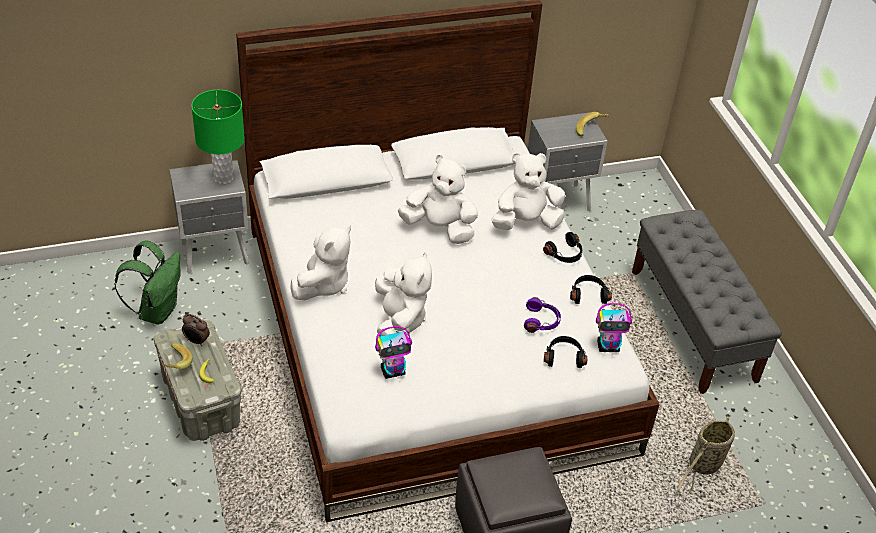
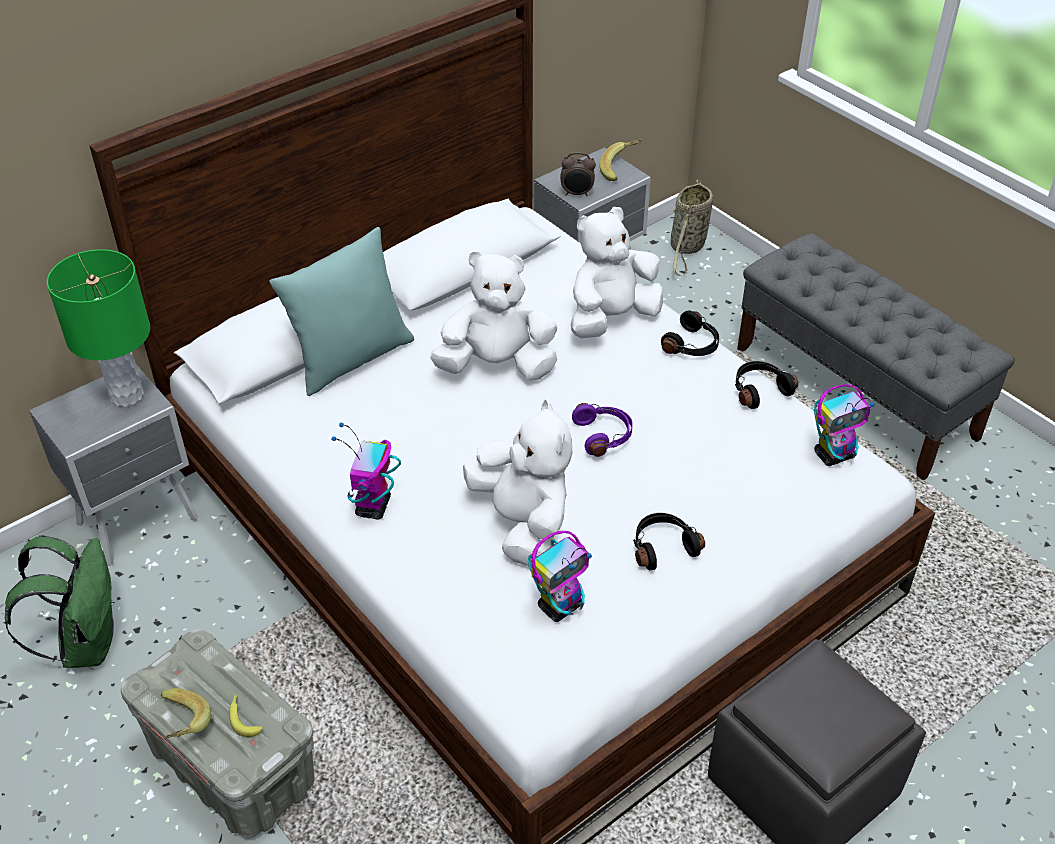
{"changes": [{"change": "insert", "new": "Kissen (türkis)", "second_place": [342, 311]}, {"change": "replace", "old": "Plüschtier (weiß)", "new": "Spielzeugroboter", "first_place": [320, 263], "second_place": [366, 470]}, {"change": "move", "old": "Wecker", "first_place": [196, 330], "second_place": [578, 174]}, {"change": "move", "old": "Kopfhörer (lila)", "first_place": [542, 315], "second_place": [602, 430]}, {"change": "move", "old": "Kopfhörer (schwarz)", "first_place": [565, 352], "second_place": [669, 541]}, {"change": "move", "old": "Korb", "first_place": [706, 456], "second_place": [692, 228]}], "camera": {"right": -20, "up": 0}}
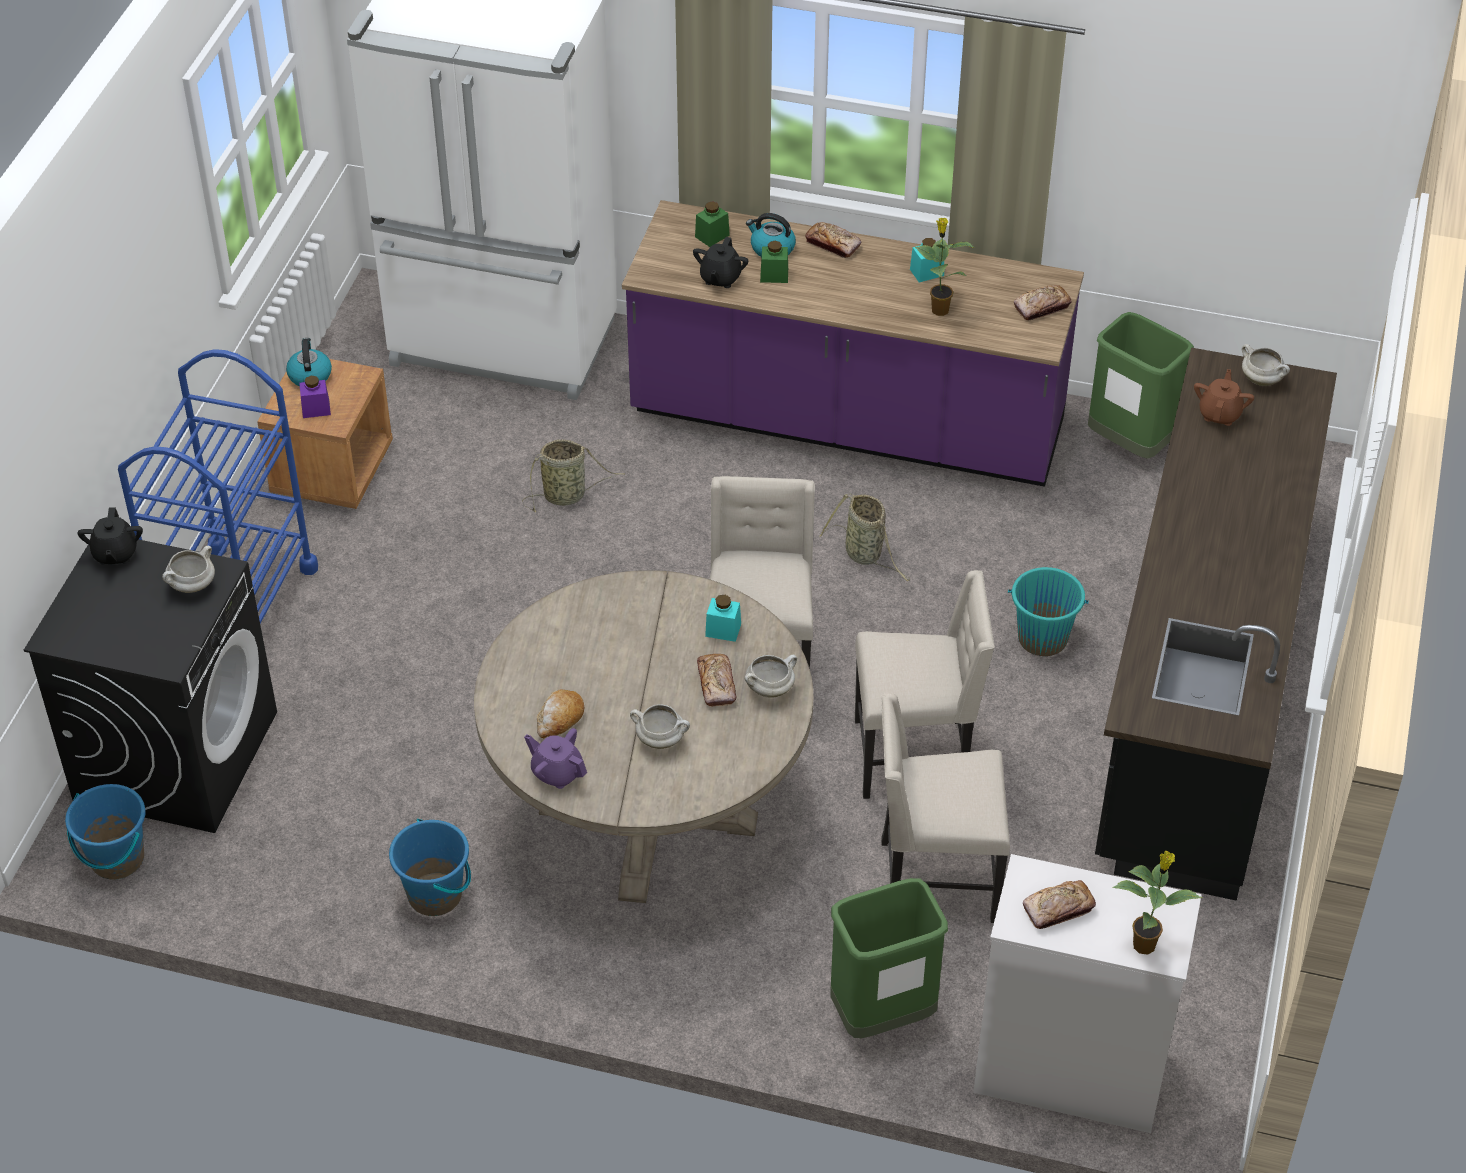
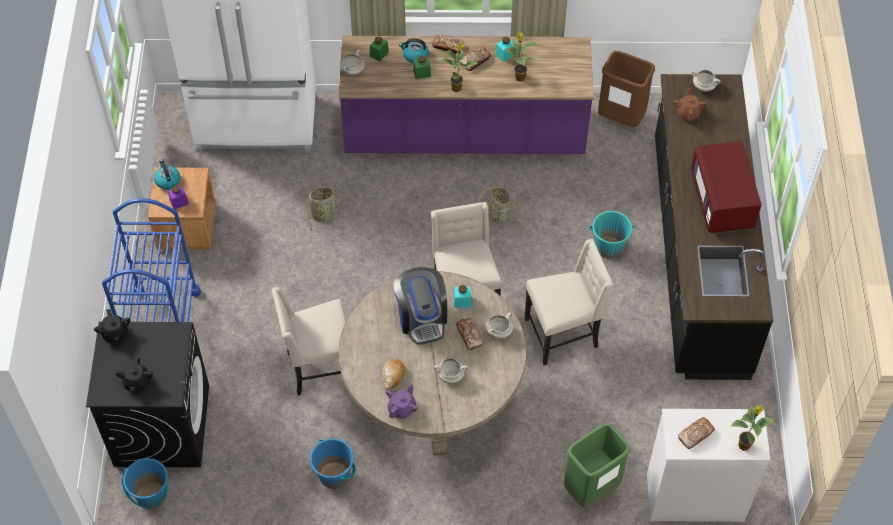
{"changes": [{"change": "move", "old": "Teekanne (schwarz)", "first_place": [720, 262], "second_place": [134, 374]}, {"change": "move", "old": "Stuhl (beige)", "first_place": [945, 808], "second_place": [309, 341]}, {"change": "move", "old": "Kochtopf (weiß)", "first_place": [188, 569], "second_place": [352, 62]}, {"change": "rotate", "old": "Teekanne (lila)", "first_place": [555, 758], "second_place": [402, 401], "degrees": 105}, {"change": "insert", "new": "Kaffeemaschine", "second_place": [420, 306]}, {"change": "insert", "new": "Topfpflanze", "second_place": [459, 67]}, {"change": "move", "old": "Brot", "first_place": [1042, 303], "second_place": [475, 58]}, {"change": "recolor", "old": "Mülleimer (grün)", "new": "Mülleimer (braun)", "first_place": [1141, 385], "second_place": [626, 89]}, {"change": "insert", "new": "Mikrowelle (rot)", "second_place": [726, 187]}], "camera": {"right": -15, "up": 10}}
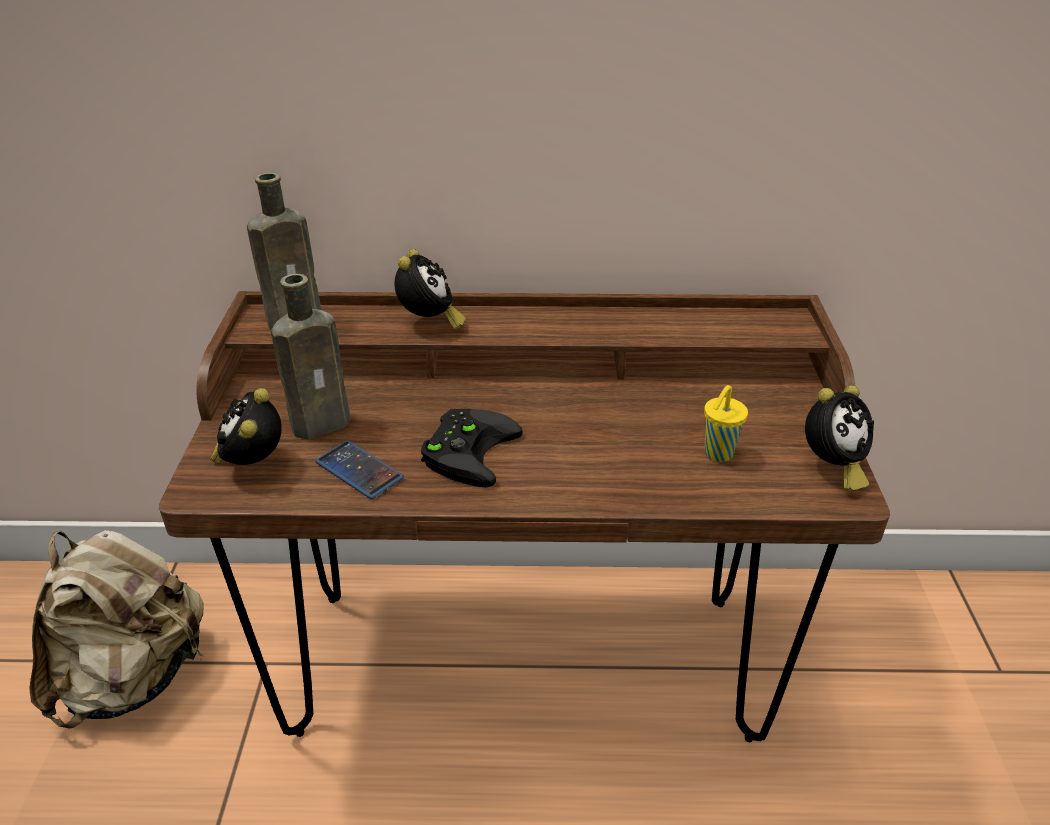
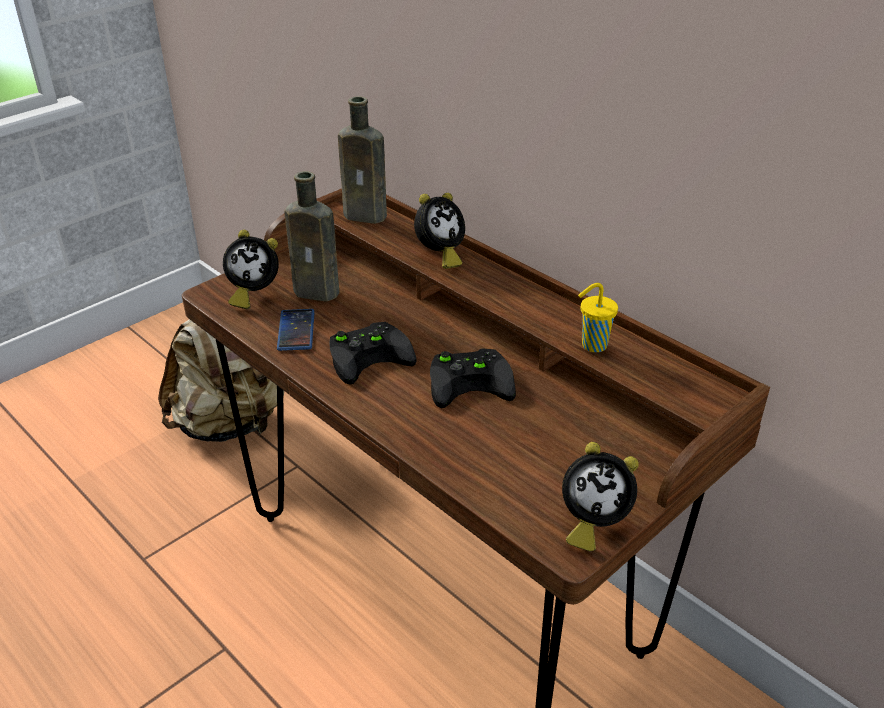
{"changes": [{"change": "rotate", "old": "Wecker", "first_place": [246, 426], "second_place": [251, 269], "degrees": -135}, {"change": "insert", "new": "Gamepad (schwarz)", "second_place": [473, 378]}, {"change": "move", "old": "Tasse (gelb)", "first_place": [726, 423], "second_place": [598, 317]}], "camera": {"right": 45, "up": 0}}
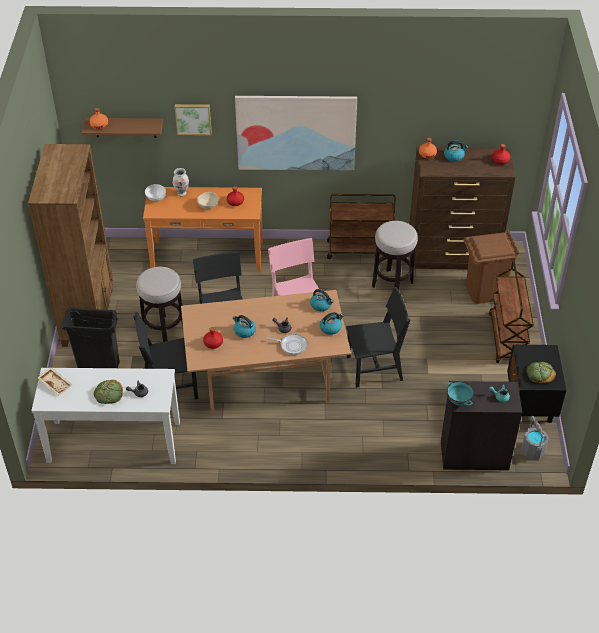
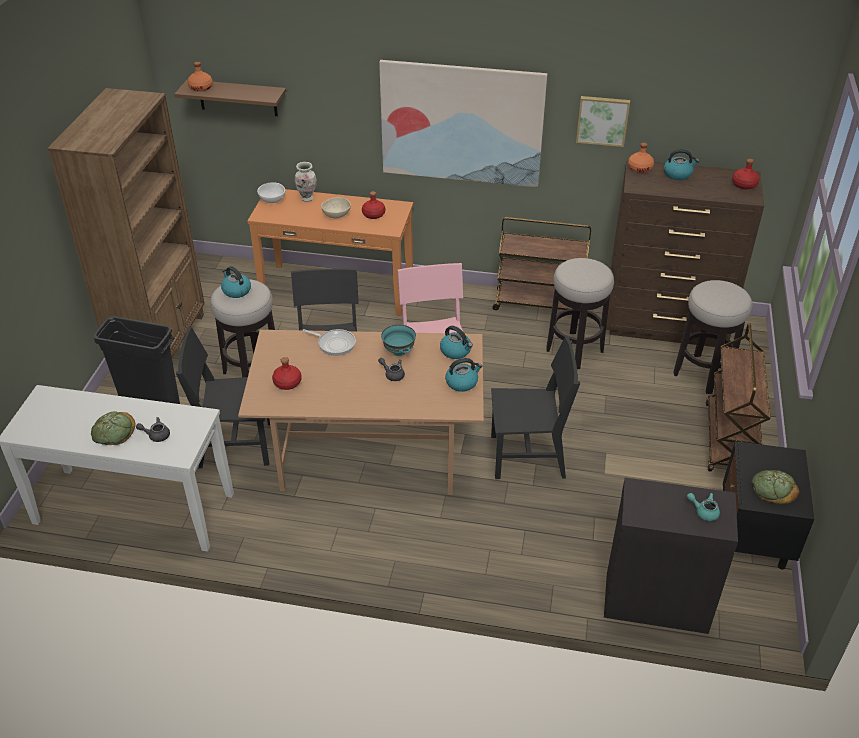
{"changes": [{"change": "move", "old": "Wasserkessel", "first_place": [244, 326], "second_place": [236, 282]}, {"change": "move", "old": "Pfanne", "first_place": [287, 344], "second_place": [329, 342]}, {"change": "move", "old": "Schüssel (türkis)", "first_place": [460, 394], "second_place": [398, 340]}, {"change": "move", "old": "Bild", "first_place": [193, 119], "second_place": [603, 121]}, {"change": "replace", "old": "Mülleimer (braun)", "new": "Hocker", "first_place": [491, 267], "second_place": [712, 337]}, {"change": "delete", "old": "Tablett (beige)", "first_place": [55, 381]}, {"change": "delete", "old": "Eimer (grau)", "first_place": [535, 438]}], "camera": {"right": 10, "up": -5}}
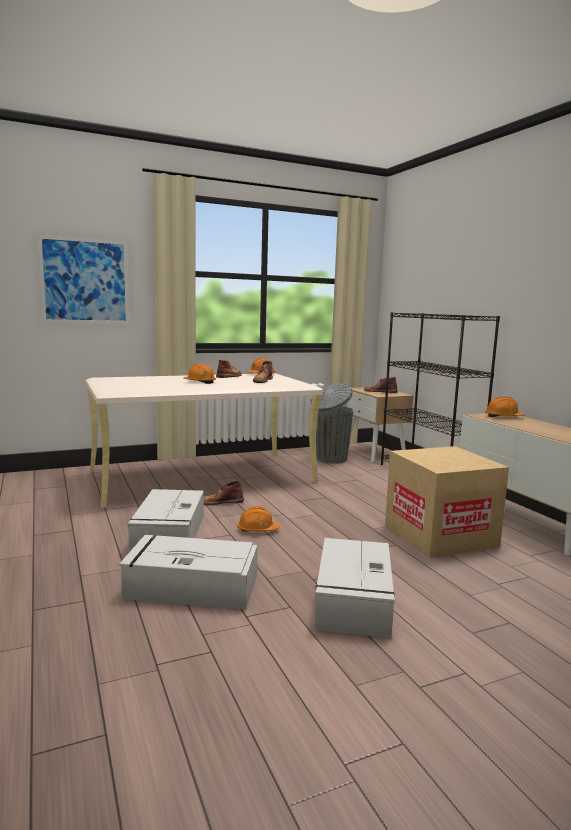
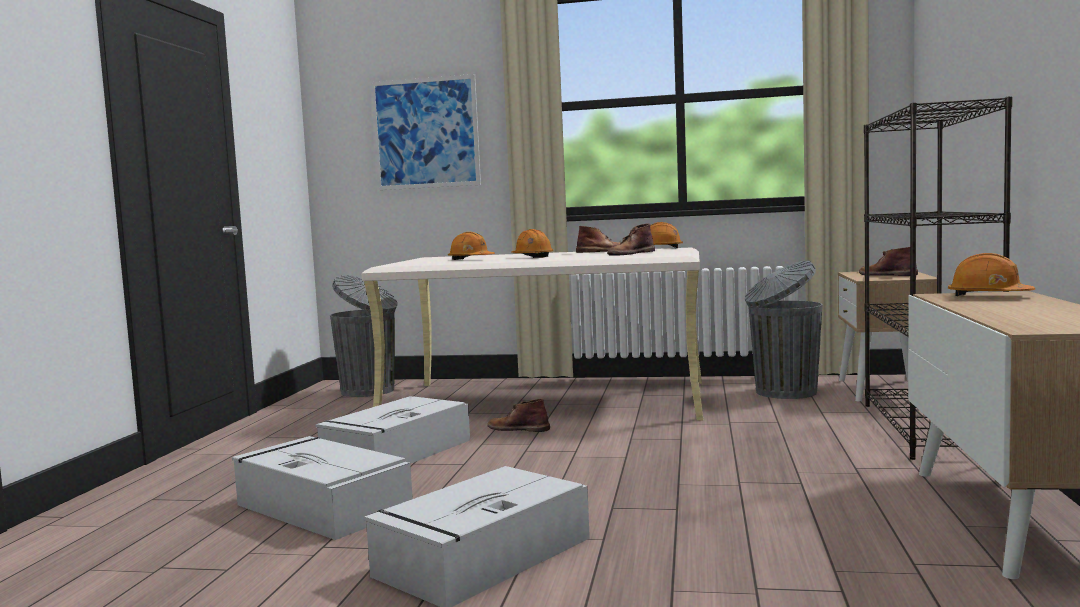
{"changes": [{"change": "insert", "new": "Mülleimer (grau)", "second_place": [364, 336]}, {"change": "move", "old": "Schutzhelm (orange)", "first_place": [258, 519], "second_place": [471, 246]}, {"change": "delete", "old": "Karton", "first_place": [447, 502]}], "camera": {"right": 35, "up": -5}}
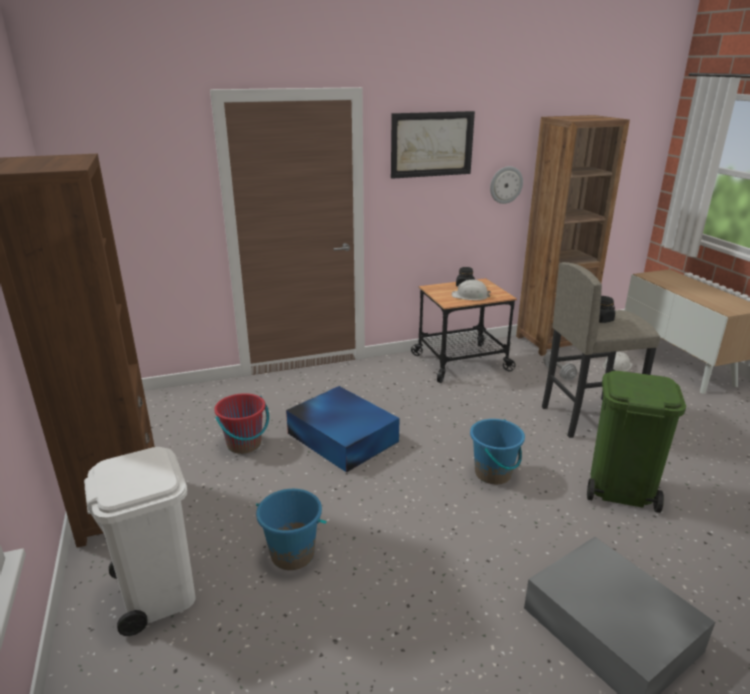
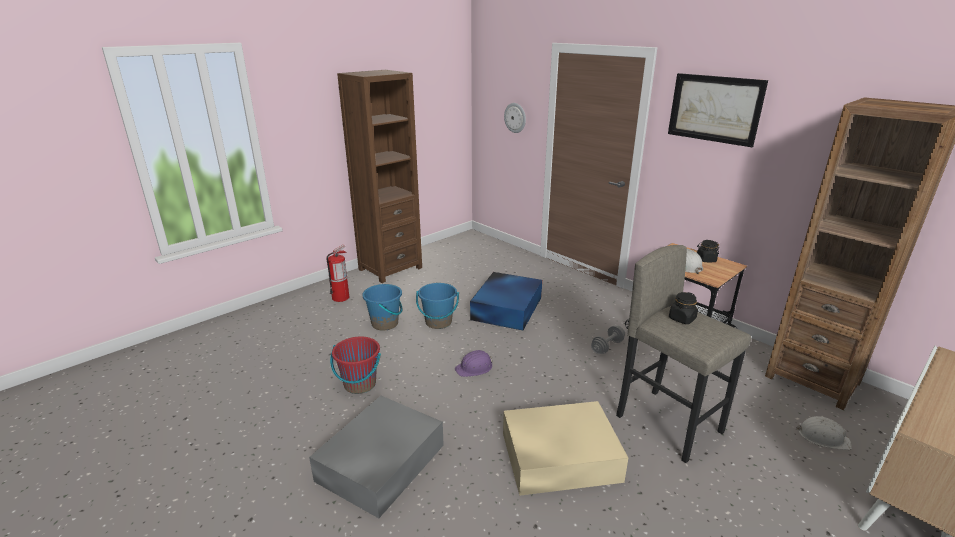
{"changes": [{"change": "replace", "old": "Mülleimer (weiß)", "new": "Feuerlöscher", "first_place": [140, 541], "second_place": [337, 273]}, {"change": "move", "old": "Eimer (rot)", "first_place": [241, 423], "second_place": [355, 365]}, {"change": "move", "old": "Eimer (blau)", "first_place": [497, 451], "second_place": [437, 306]}, {"change": "insert", "new": "Schutzhelm (lila)", "second_place": [474, 363]}, {"change": "replace", "old": "Mülleimer (grün)", "new": "Aufbewahrungsbox (beige)", "first_place": [636, 442], "second_place": [565, 448]}, {"change": "move", "old": "Wanduhr", "first_place": [506, 185], "second_place": [515, 118]}, {"change": "move", "old": "Hantel (grau)", "first_place": [560, 366], "second_place": [608, 340]}], "camera": {"right": 65, "up": 0}}
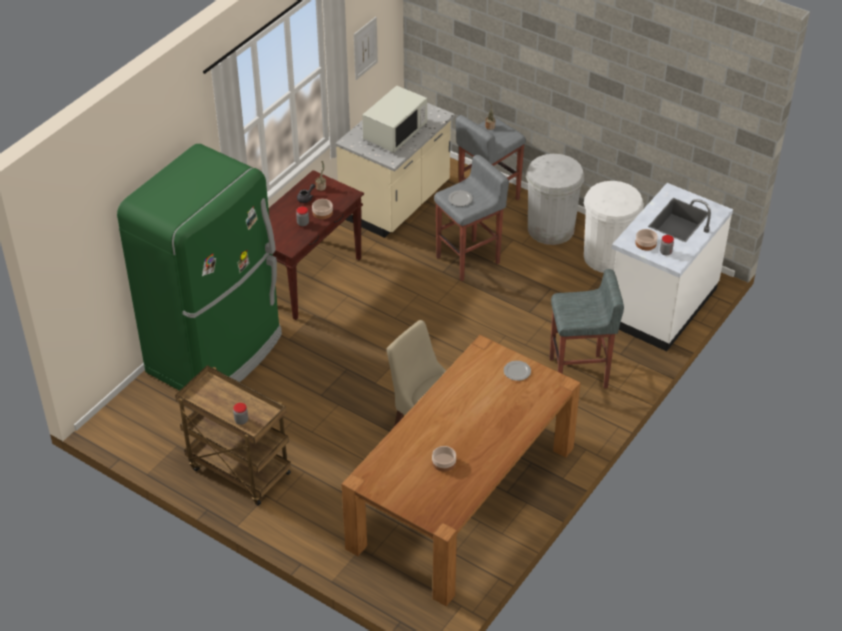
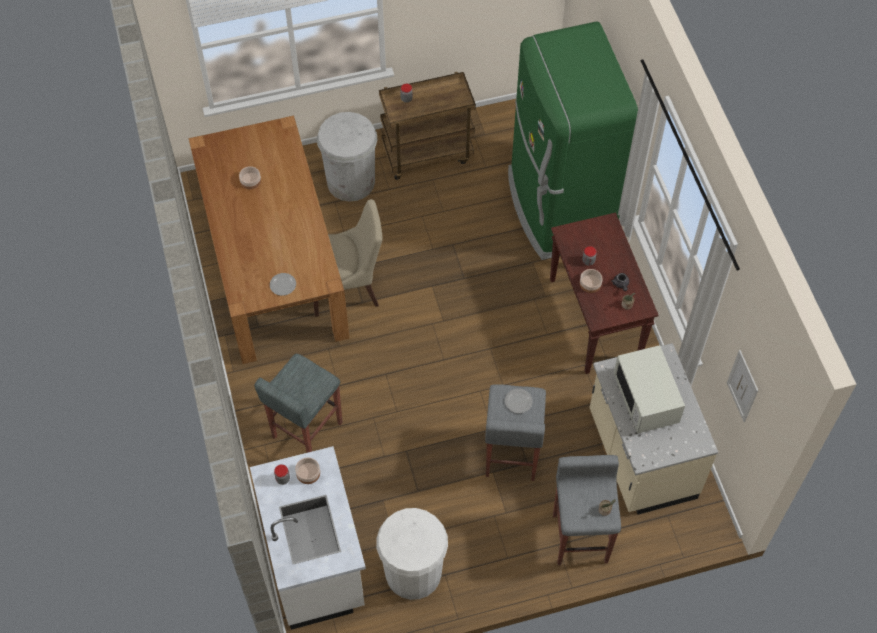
{"changes": [{"change": "move", "old": "Mülleimer (weiß)", "first_place": [555, 199], "second_place": [347, 157]}], "camera": {"right": 130, "up": 15}}
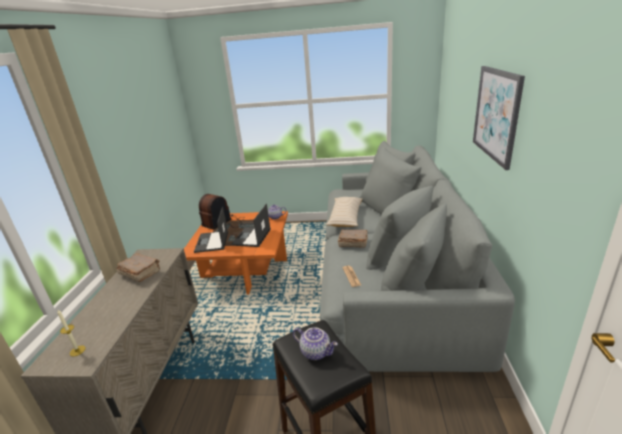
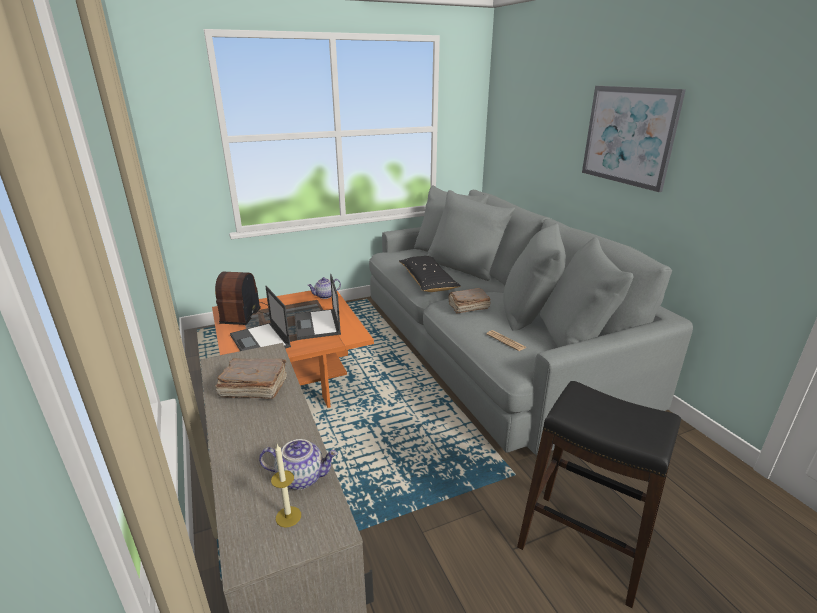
{"changes": [{"change": "move", "old": "Teekanne", "first_place": [315, 343], "second_place": [298, 464]}, {"change": "recolor", "old": "Kissen (beige)", "new": "Kissen (schwarz)", "first_place": [344, 212], "second_place": [430, 274]}], "camera": {"right": -30, "up": 0}}
